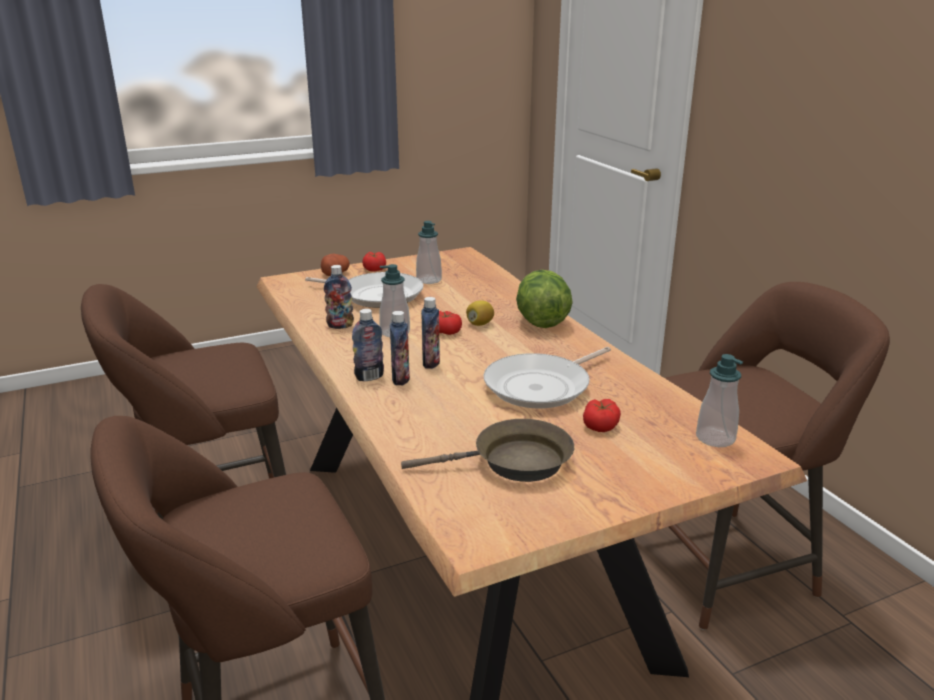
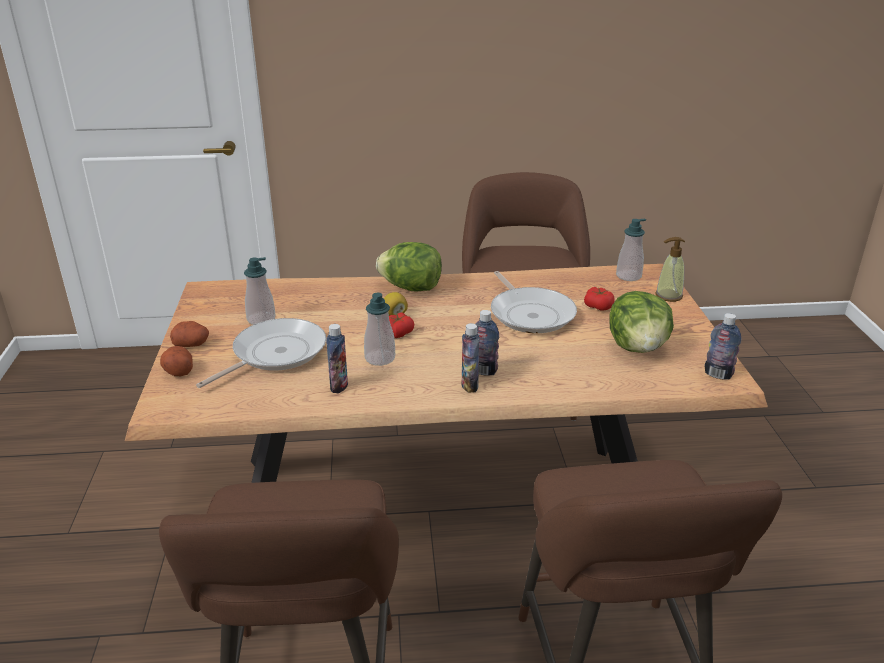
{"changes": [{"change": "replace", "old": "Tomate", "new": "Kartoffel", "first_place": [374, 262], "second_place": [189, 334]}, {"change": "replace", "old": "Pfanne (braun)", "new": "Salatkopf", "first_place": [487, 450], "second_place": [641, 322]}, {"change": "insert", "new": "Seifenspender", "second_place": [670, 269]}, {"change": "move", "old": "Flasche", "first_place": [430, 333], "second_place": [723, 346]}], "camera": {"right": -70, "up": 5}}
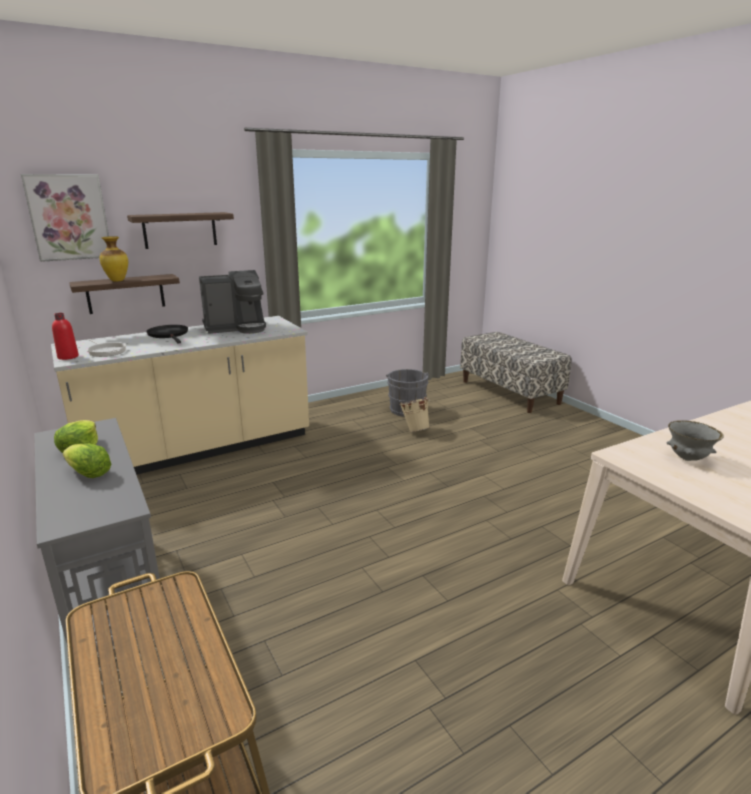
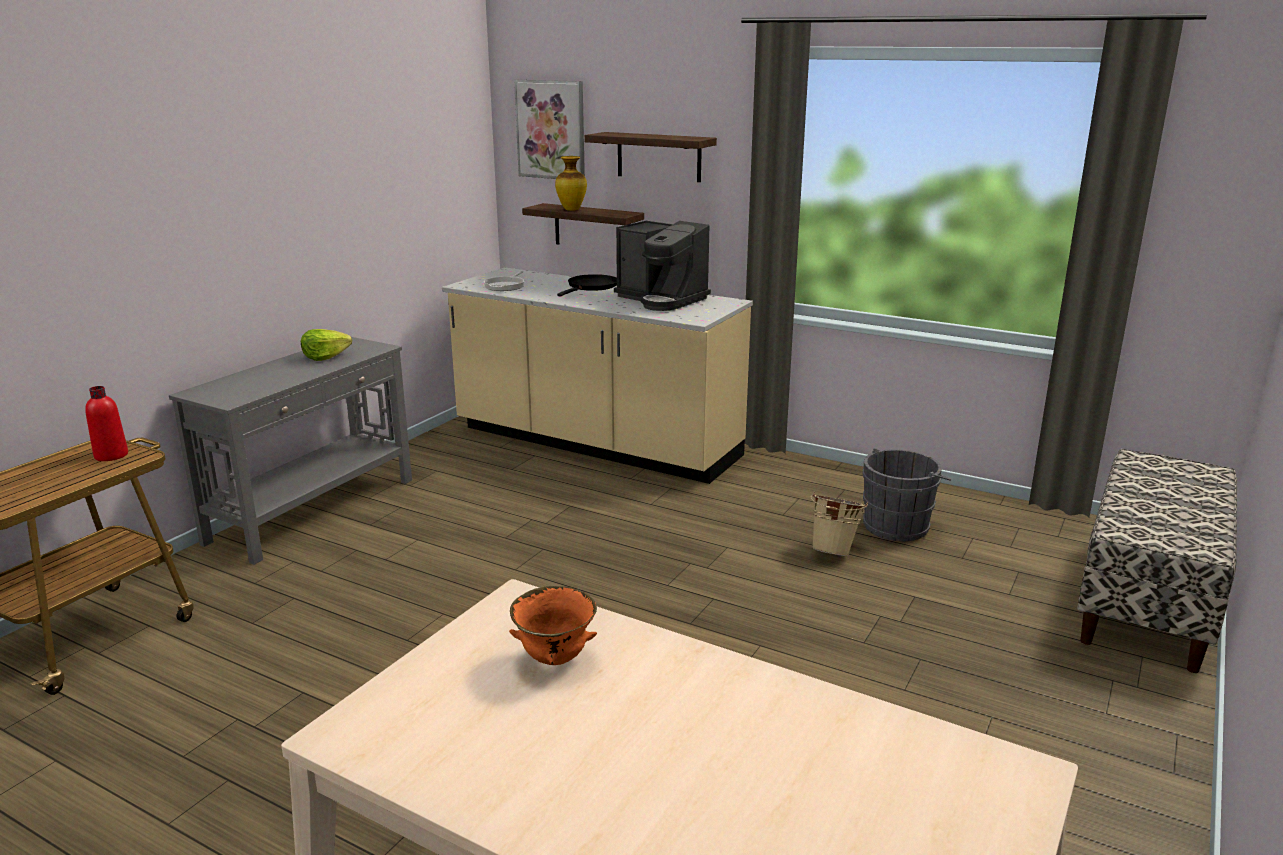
{"changes": [{"change": "move", "old": "Flasche (rot)", "first_place": [65, 336], "second_place": [106, 423]}, {"change": "recolor", "old": "Schüssel (grau)", "new": "Schüssel (orange)", "first_place": [695, 440], "second_place": [553, 625]}, {"change": "delete", "old": "Salatkopf", "first_place": [87, 460]}], "camera": {"right": 60, "up": 0}}
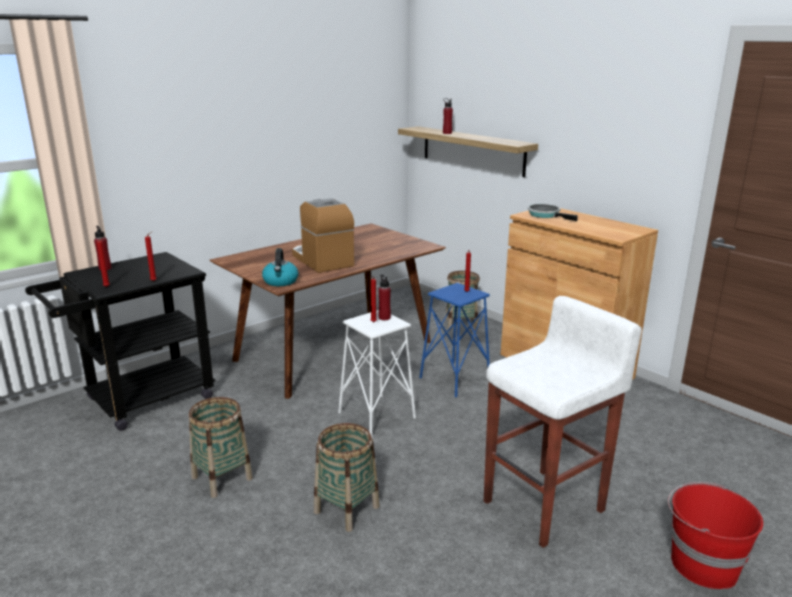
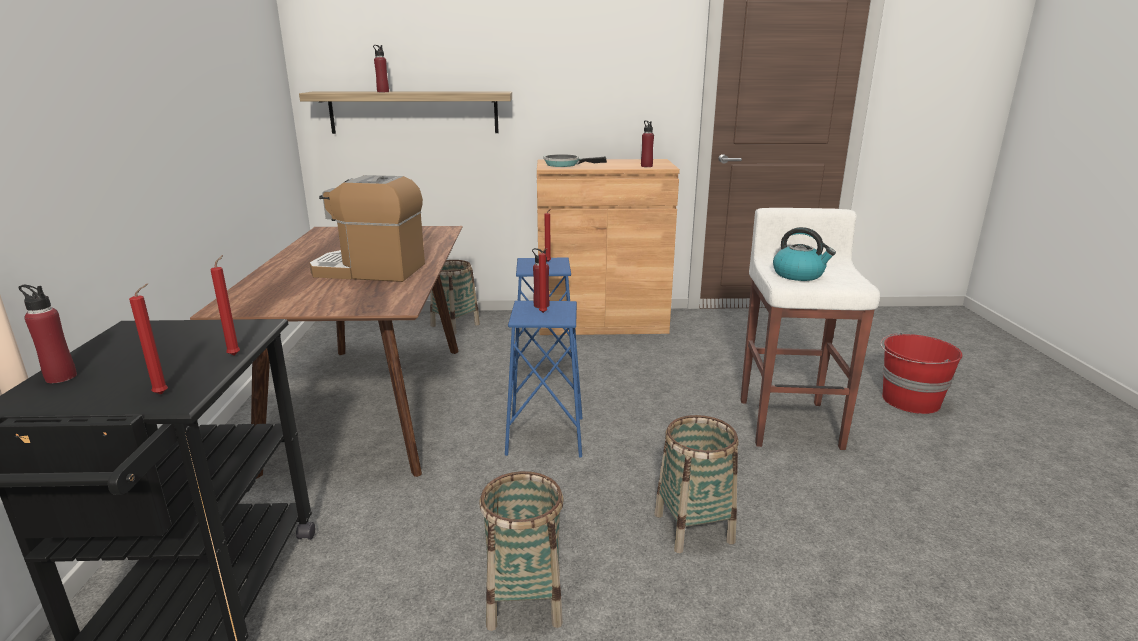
{"changes": [{"change": "recolor", "old": "Hocker (weiß)", "new": "Hocker (blau)", "first_place": [377, 373], "second_place": [544, 379]}, {"change": "insert", "new": "Flasche (rot)", "second_place": [647, 144]}, {"change": "move", "old": "Wasserkessel", "first_place": [280, 267], "second_place": [804, 254]}], "camera": {"right": -50, "up": 0}}
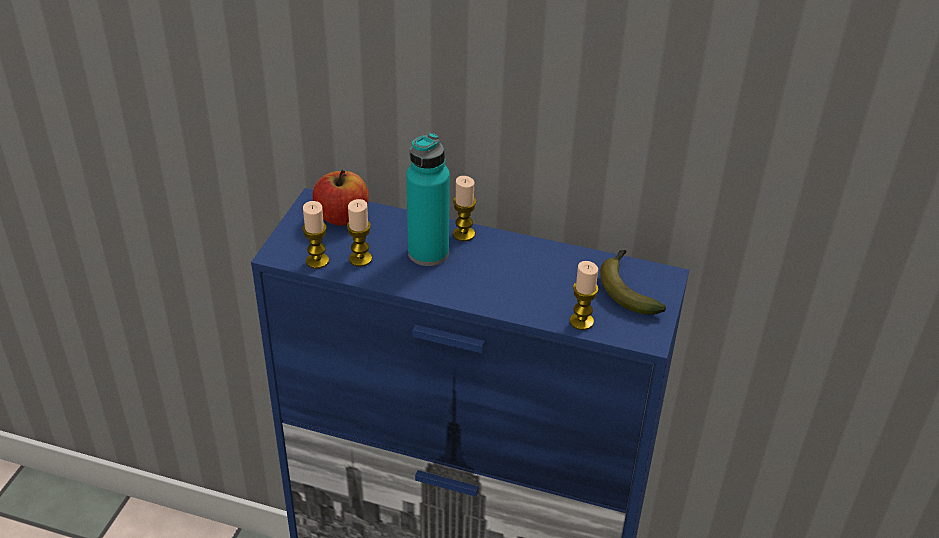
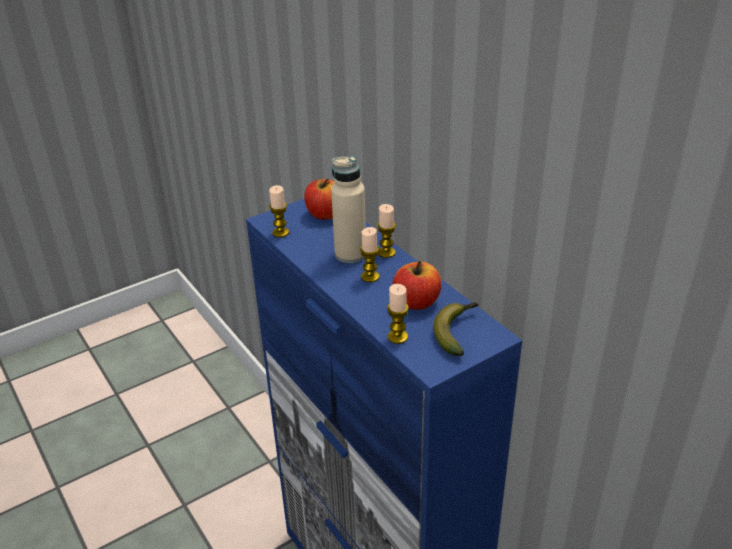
{"changes": [{"change": "recolor", "old": "Flasche (türkis)", "new": "Flasche (beige)", "first_place": [428, 199], "second_place": [348, 210]}, {"change": "move", "old": "Kerze", "first_place": [359, 233], "second_place": [369, 254]}, {"change": "insert", "new": "Apfel", "second_place": [416, 285]}], "camera": {"right": 40, "up": -5}}
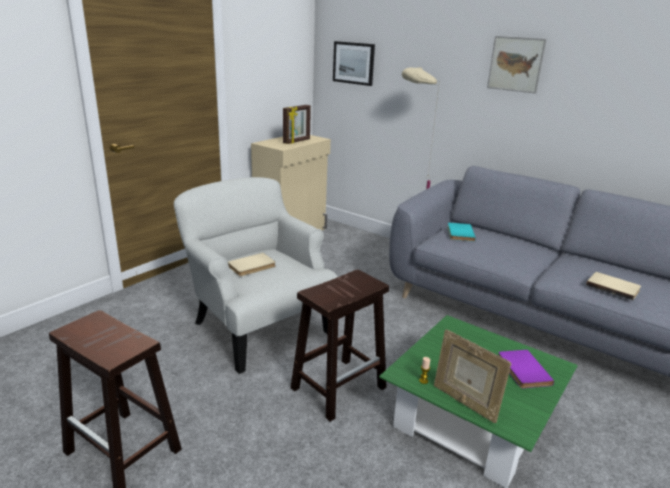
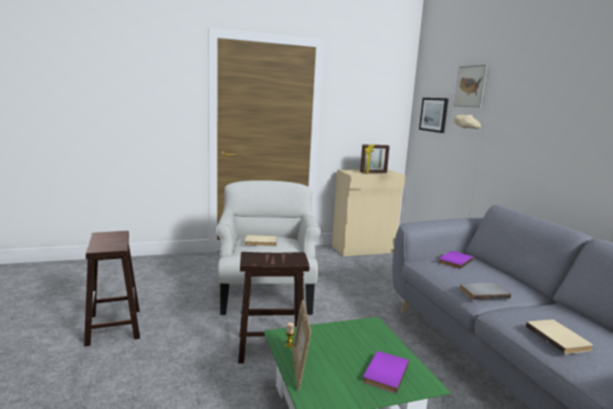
{"changes": [{"change": "recolor", "old": "Buch (türkis)", "new": "Buch (lila)", "first_place": [461, 232], "second_place": [456, 260]}, {"change": "move", "old": "Bild", "first_place": [517, 65], "second_place": [471, 86]}, {"change": "insert", "new": "Buch (grau)", "second_place": [485, 291]}], "camera": {"right": 35, "up": -10}}
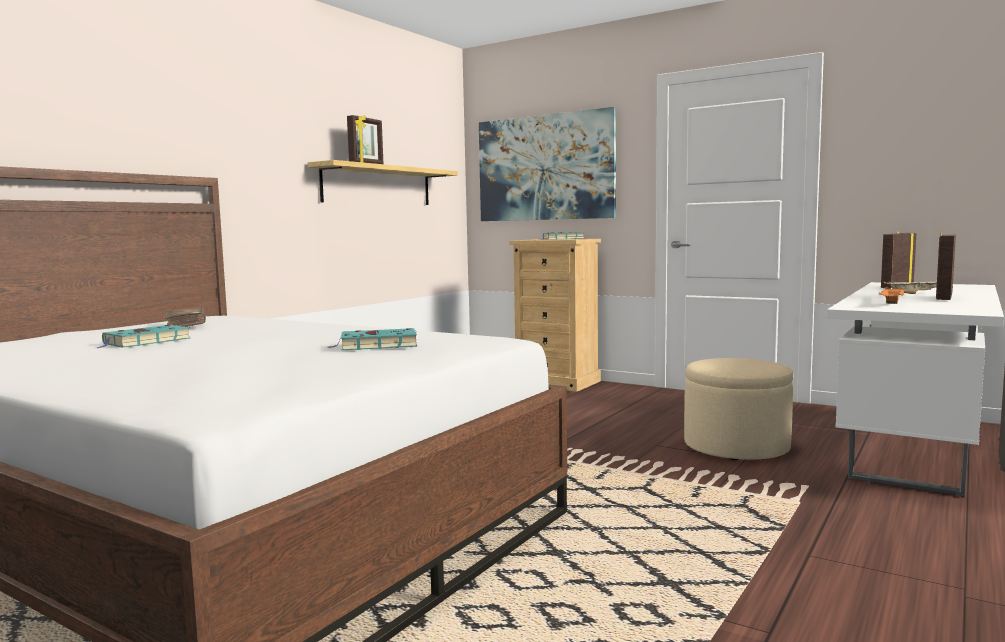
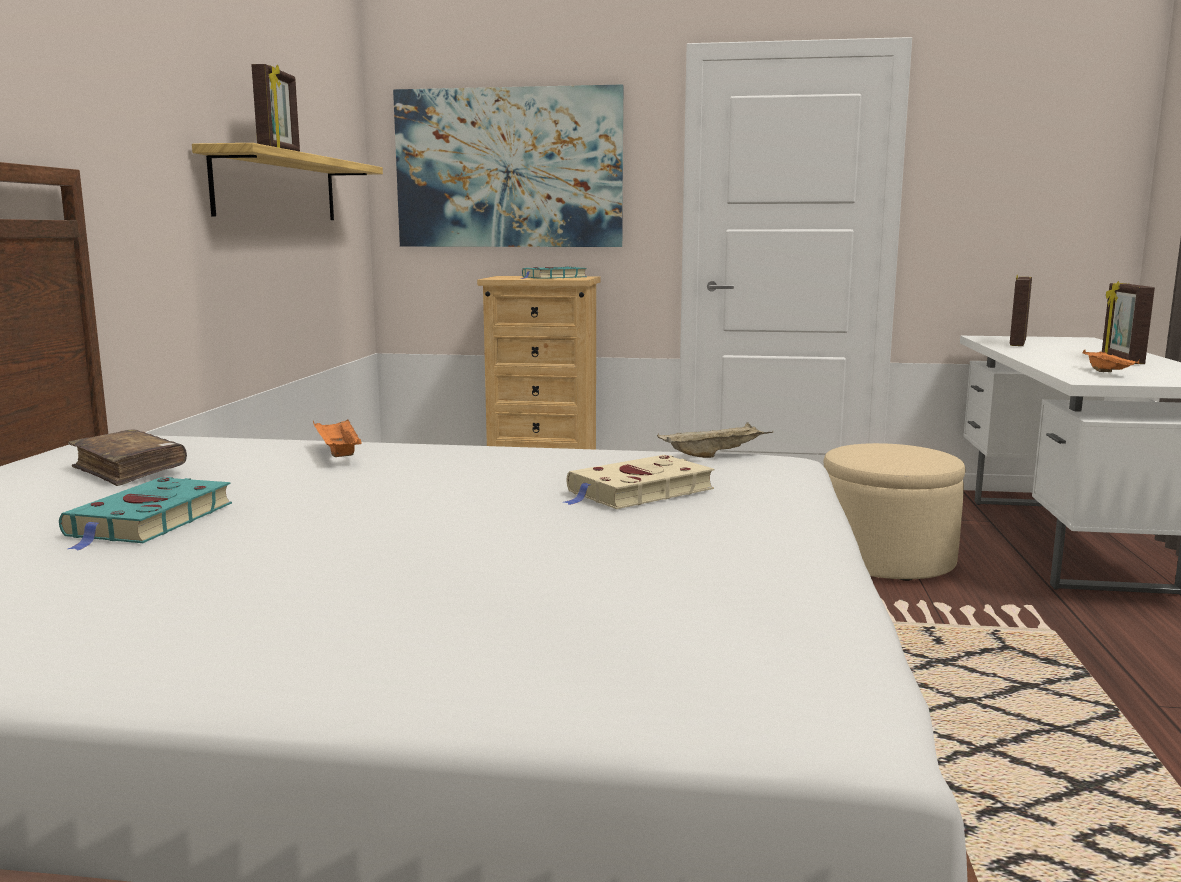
{"changes": [{"change": "insert", "new": "Tablett (orange)", "second_place": [337, 438]}, {"change": "recolor", "old": "Buch (türkis)", "new": "Buch (beige)", "first_place": [372, 339], "second_place": [639, 482]}, {"change": "move", "old": "Tablett (beige)", "first_place": [910, 286], "second_place": [715, 440]}], "camera": {"right": -25, "up": 5}}
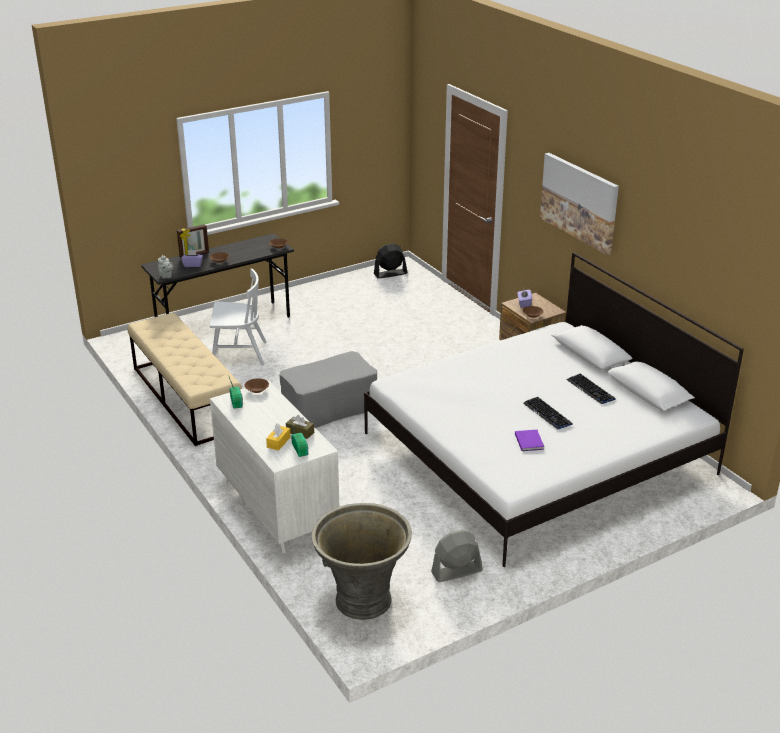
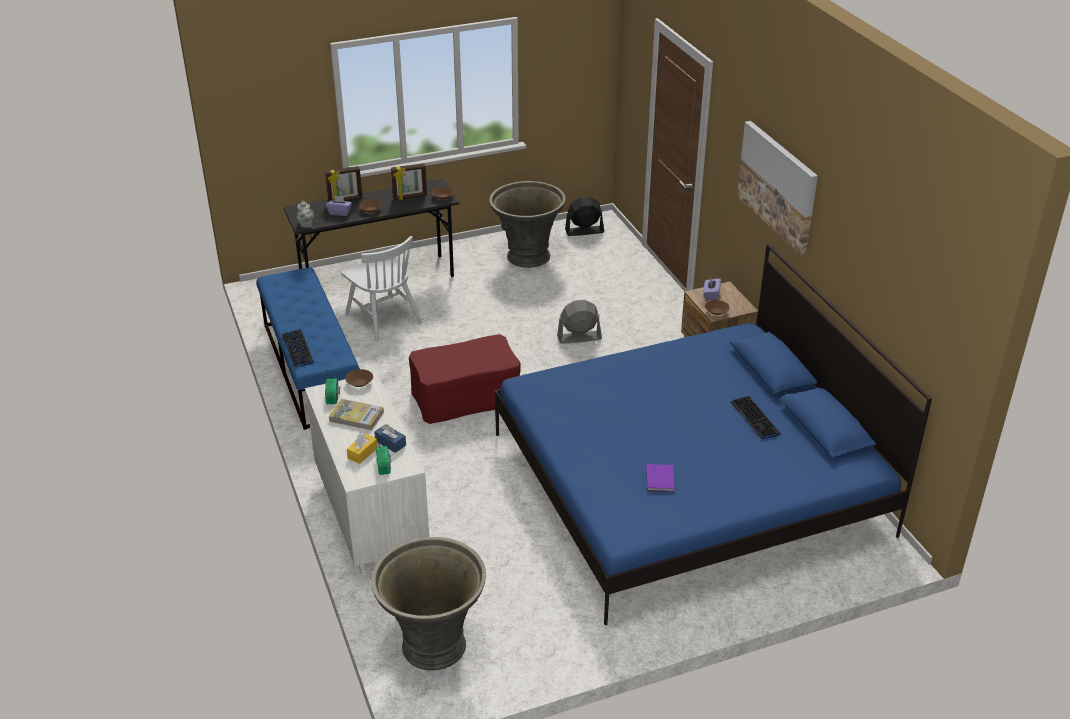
{"changes": [{"change": "recolor", "old": "Bank (beige)", "new": "Bank (blau)", "first_place": [184, 379], "second_place": [308, 348]}, {"change": "move", "old": "Tastatur", "first_place": [547, 413], "second_place": [298, 348]}, {"change": "insert", "new": "Buch", "second_place": [356, 414]}, {"change": "rotate", "old": "Stuhl (weiß)", "first_place": [238, 317], "second_place": [381, 288], "degrees": 45}, {"change": "recolor", "old": "Taschentuchbox (braun)", "new": "Taschentuchbox (blau)", "first_place": [300, 427], "second_place": [390, 438]}, {"change": "insert", "new": "Bilderrahmen", "second_place": [409, 181]}, {"change": "recolor", "old": "Polsterhocker (grau)", "new": "Polsterhocker (rot)", "first_place": [328, 389], "second_place": [465, 379]}, {"change": "insert", "new": "Pflanzkübel (grau)", "second_place": [527, 224]}, {"change": "recolor", "old": "Bett (weiß)", "new": "Bett (blau)", "first_place": [554, 409], "second_place": [713, 434]}, {"change": "move", "old": "Ventilator (grau)", "first_place": [457, 556], "second_place": [579, 322]}], "camera": {"right": 10, "up": 5}}
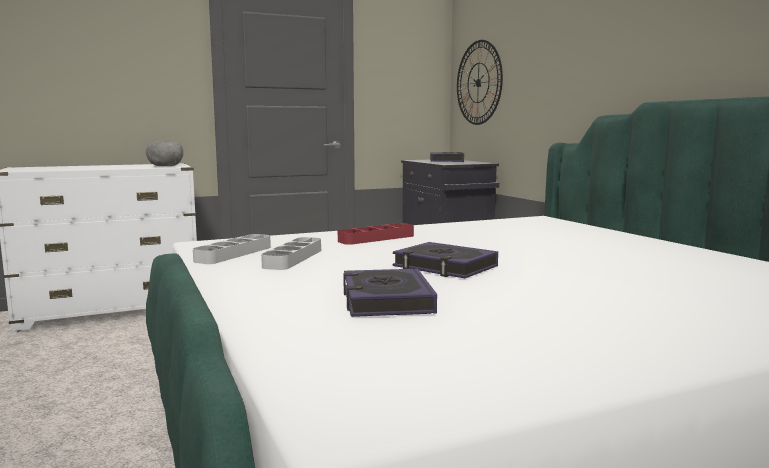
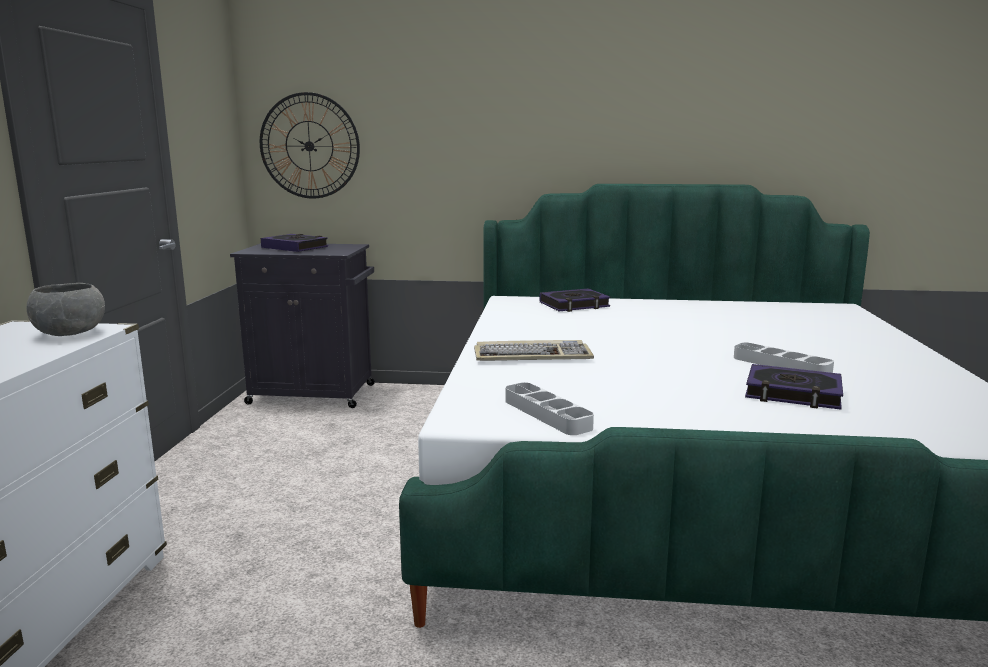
{"changes": [{"change": "replace", "old": "Tablett (rot)", "new": "Tastatur", "first_place": [376, 234], "second_place": [534, 350]}, {"change": "move", "old": "Buch", "first_place": [445, 260], "second_place": [575, 300]}, {"change": "move", "old": "Tablett (grau)", "first_place": [291, 253], "second_place": [784, 357]}], "camera": {"right": -60, "up": 5}}
